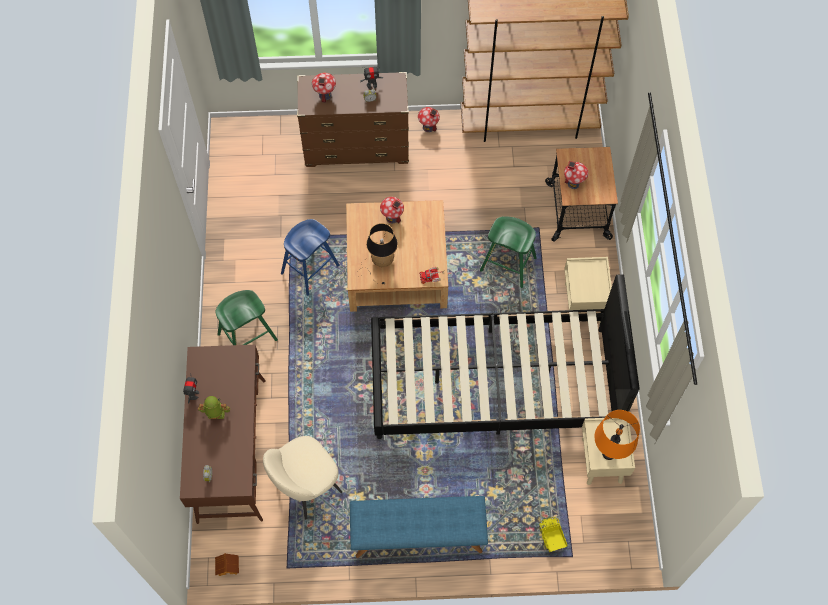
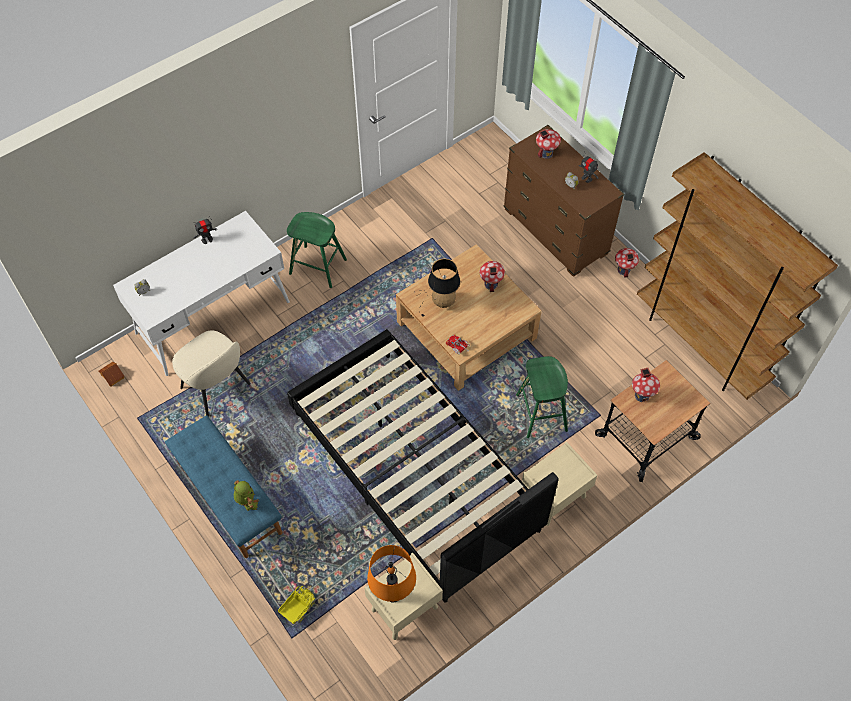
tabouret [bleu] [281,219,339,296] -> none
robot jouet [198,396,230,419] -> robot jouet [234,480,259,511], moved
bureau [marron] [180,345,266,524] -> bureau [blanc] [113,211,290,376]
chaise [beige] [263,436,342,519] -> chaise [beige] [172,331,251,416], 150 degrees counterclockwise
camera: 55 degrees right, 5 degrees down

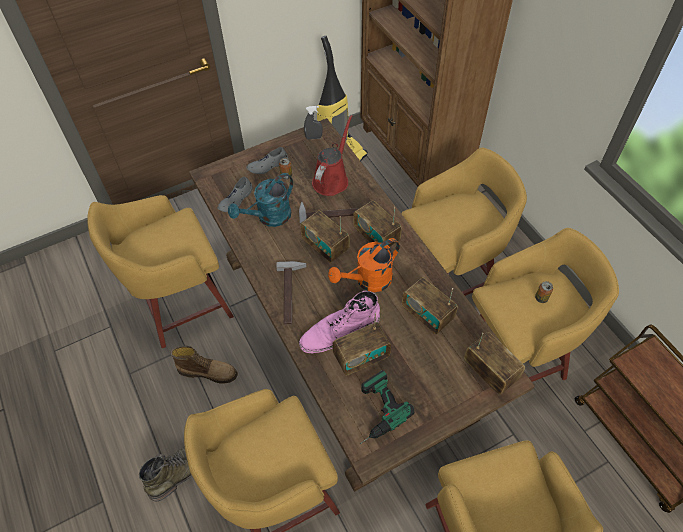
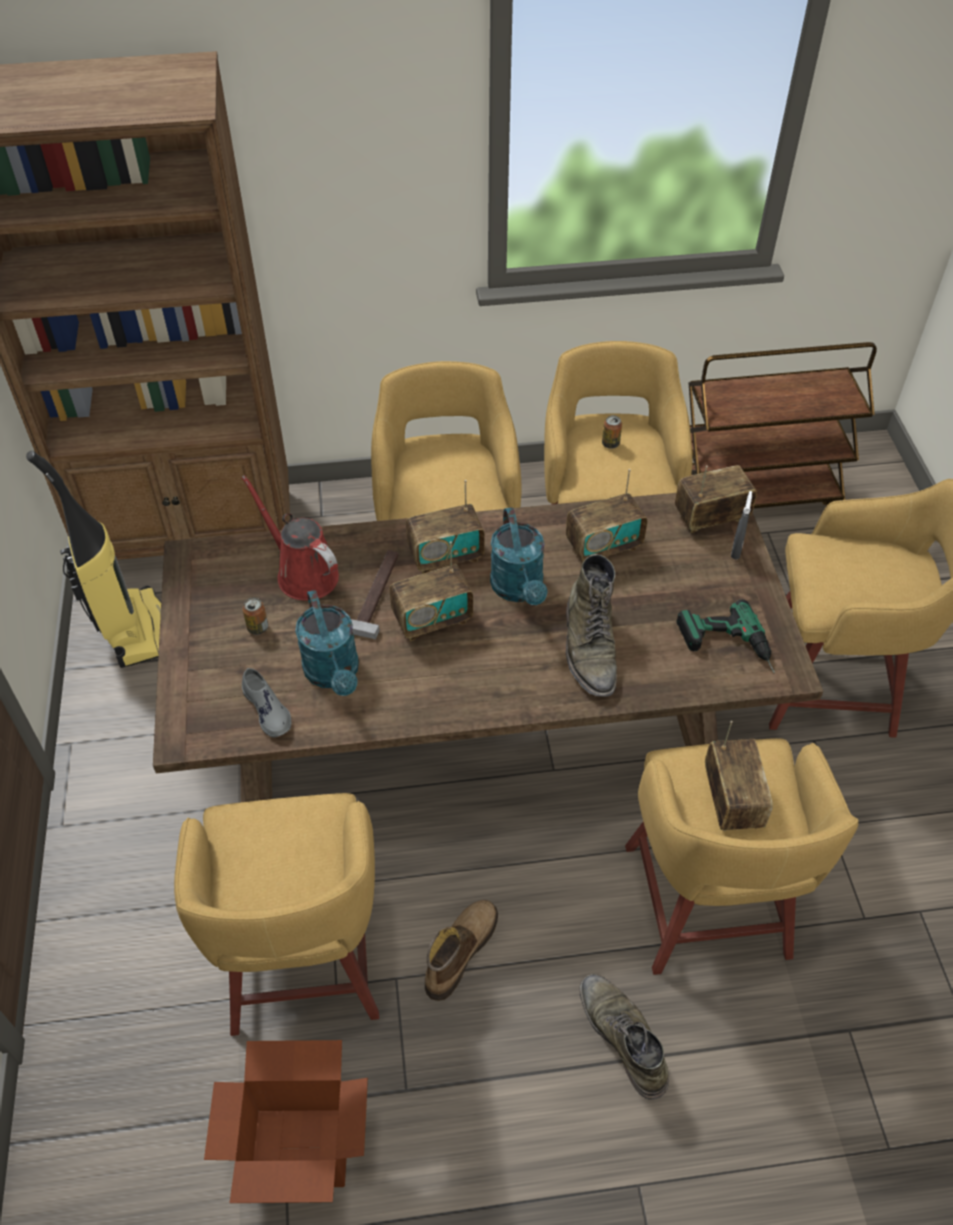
chaussure [gris] [247,147,288,174] -> none
marteau [276,261,307,324] -> none
none -> carton [204,1040,368,1203]
vaporisateur [gris] [304,106,322,140] -> vaporisateur [gris] [731,491,752,559], moved
radio [333,313,391,376] -> radio [705,721,773,831], moved
botte [rose] [299,291,380,353] -> botte [vert] [566,554,617,697]
arrosoir [orange] [328,238,400,292] -> arrosoir [turquoise] [490,507,548,605]
camera: 70 degrees left, 5 degrees down

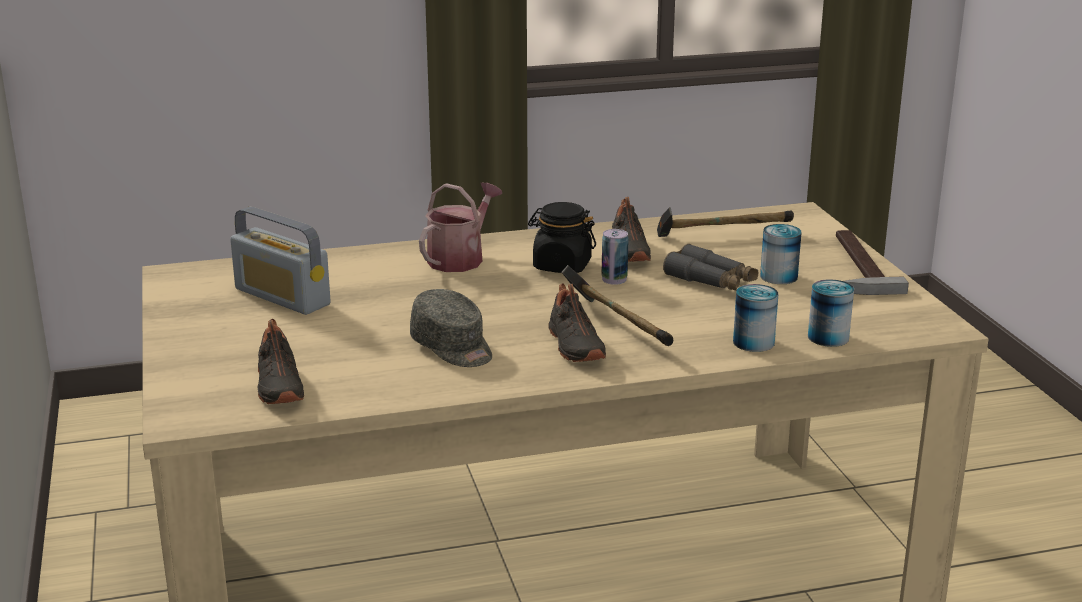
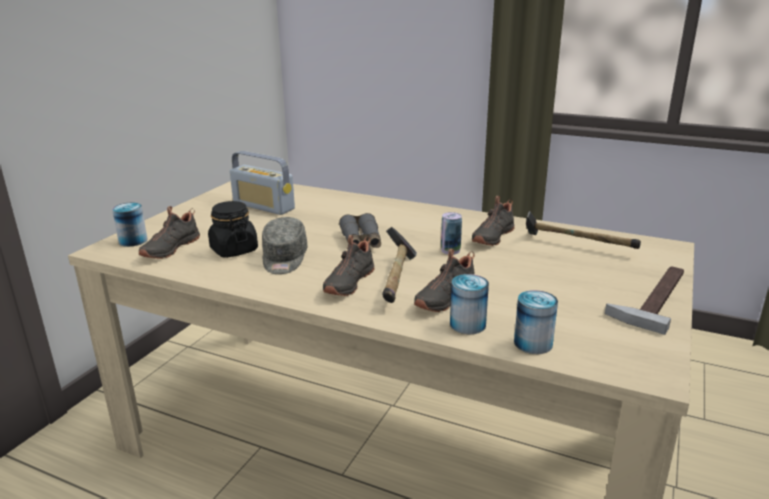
arrosoir [419,183,502,272] -> none
none -> chaussure [noir] [414,249,475,312]
bocal [noir] [528,202,596,273] -> bocal [noir] [208,201,258,258], moved
jumelles [gris] [663,244,758,291] -> jumelles [gris] [339,213,381,248], moved
boîte métallique [760,224,802,284] -> boîte métallique [112,203,148,247], moved
radio [230,207,331,315] -> radio [230,151,295,215], 45 degrees counterclockwise
camera: 40 degrees right, 0 degrees up

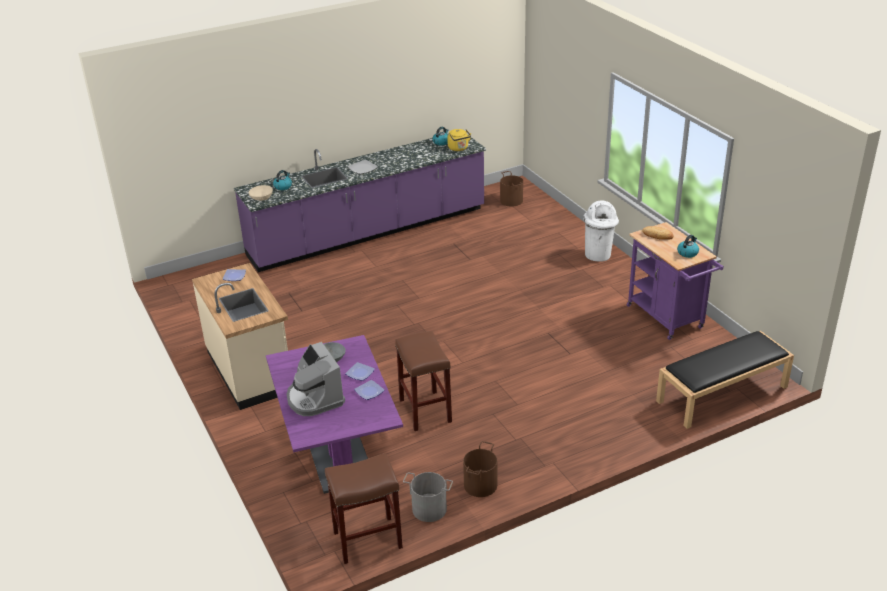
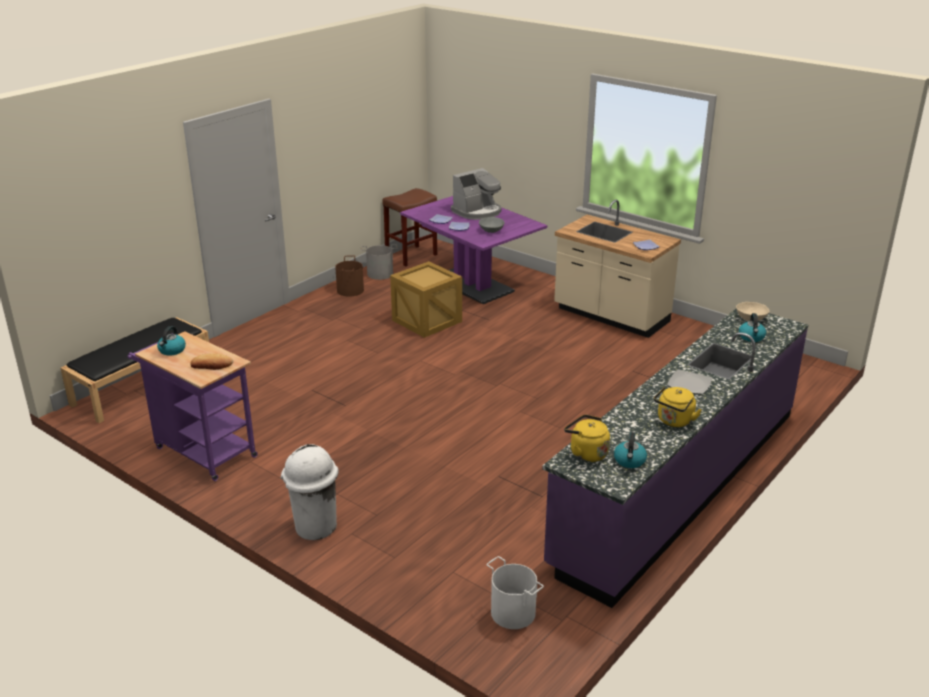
none -> bouilloire [jaune] [654,387,702,427]
tabouret [marron] [395,331,452,431] -> caisse [390,261,462,338]
seau [marron] [500,171,523,207] -> seau [blanc] [486,556,544,629]
machine à café [287,342,345,416] -> machine à café [451,168,502,220], 105 degrees clockwise
camera: 155 degrees right, 5 degrees down

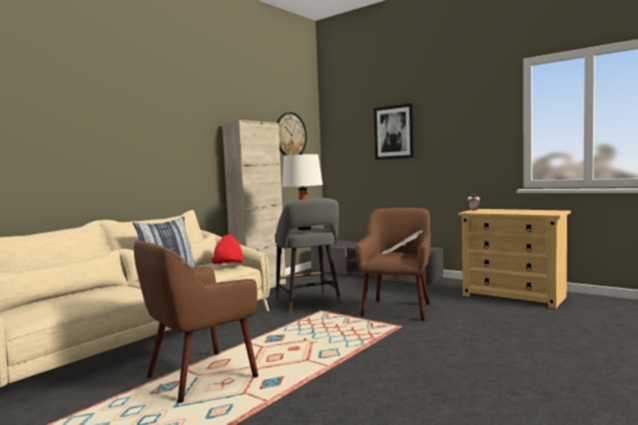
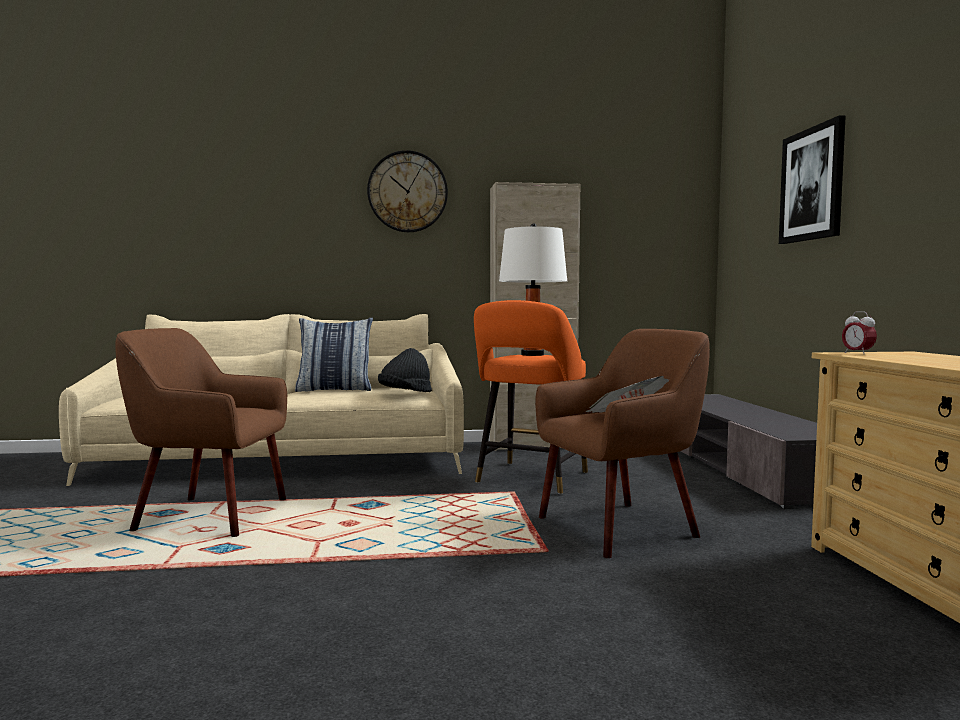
horloge murale [277,112,307,156] -> horloge murale [367,150,448,232], moved
chapeau [rouge] [212,235,243,264] -> chapeau [noir] [378,348,432,392]
tabouret [gris] [275,198,342,313] -> tabouret [orange] [474,300,588,494]
camera: 45 degrees right, 0 degrees up

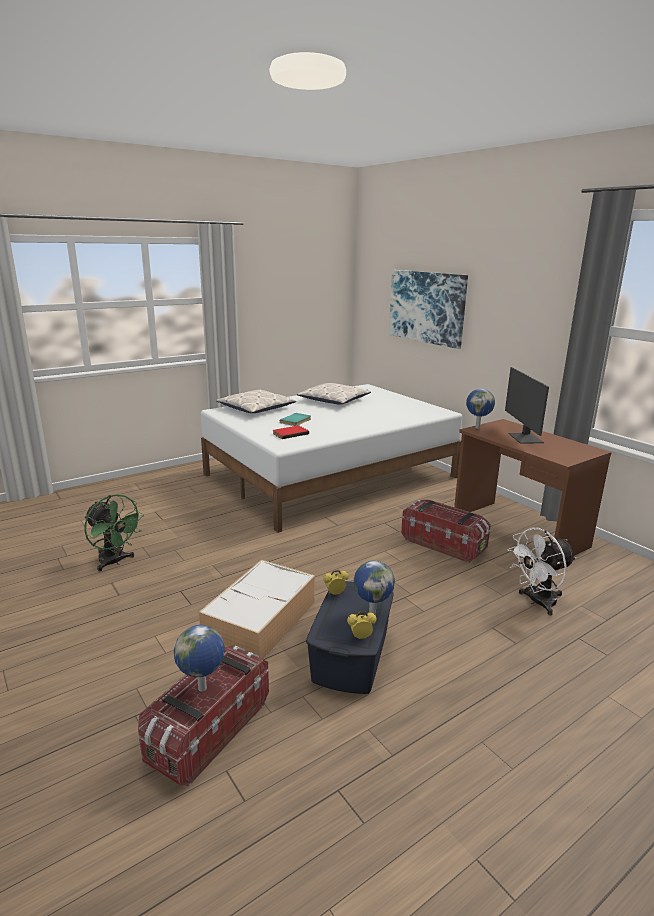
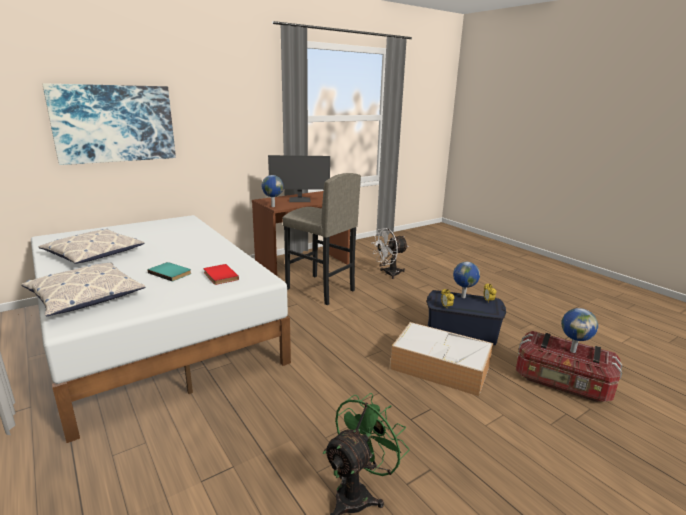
boîte de rangement [401,500,491,563] -> tabouret [gris] [282,173,361,305]
ventilateur [blanc] [507,528,576,615] -> ventilateur [blanc] [373,228,408,279], 90 degrees clockwise
camera: 90 degrees left, 0 degrees up

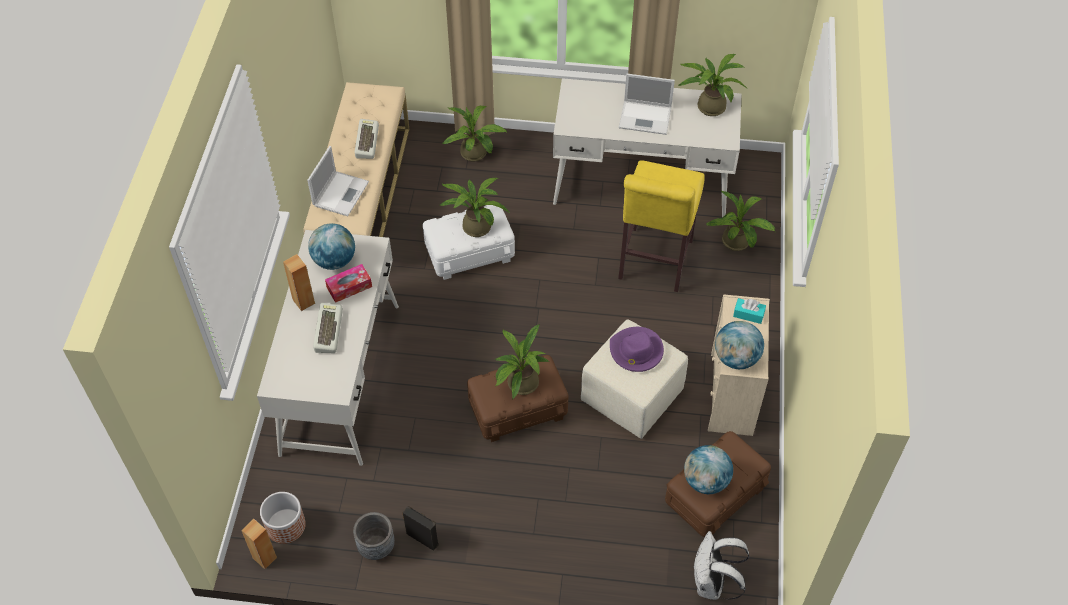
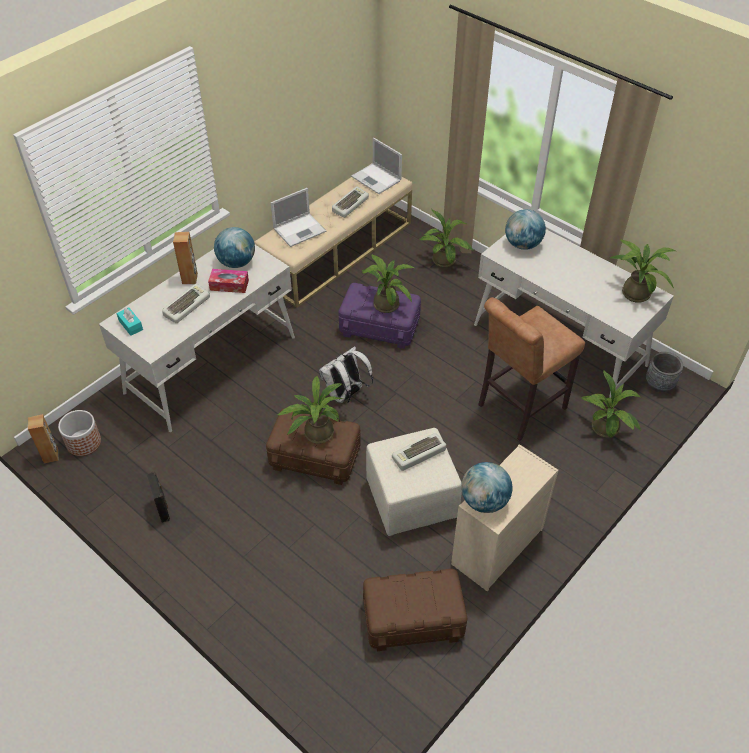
cache-pot [gris] [353,512,395,560] -> cache-pot [gris] [646,352,683,393], moved
ordinateur portable [619,74,675,135] -> ordinateur portable [351,138,402,194], moved
globe [684,445,733,494] -> globe [505,209,546,250], moved
sac à dos [blanc] [694,531,750,600] -> sac à dos [blanc] [319,346,373,404], moved
boîte à mouchoirs [turquoise] [733,298,766,324] -> boîte à mouchoirs [turquoise] [117,307,143,336], moved
chapeau [violet] [610,327,664,372] -> clavier [392,433,446,471]
boîte de rangement [blanc] [423,205,515,280] -> boîte de rangement [violet] [338,283,421,349]
tabouret [jaune] [618,160,705,292] -> tabouret [marron] [478,297,585,441]
camera: 35 degrees right, 5 degrees down

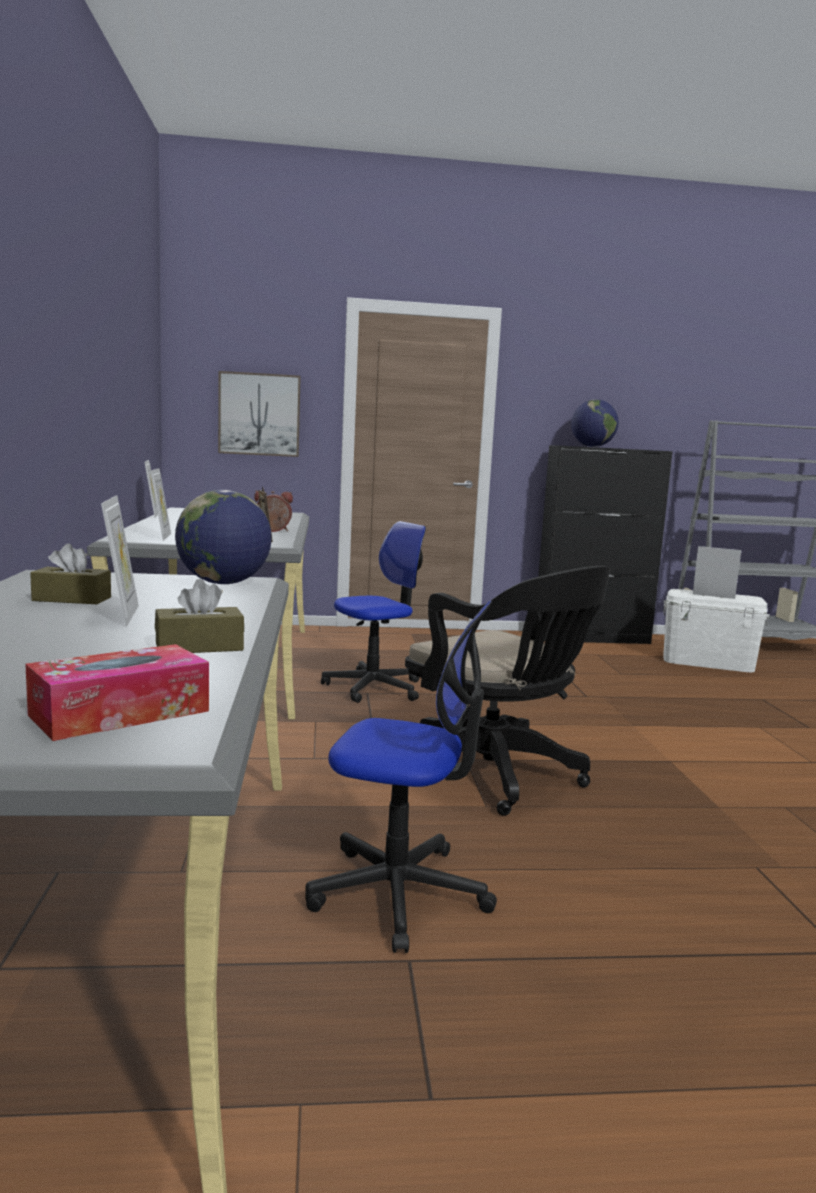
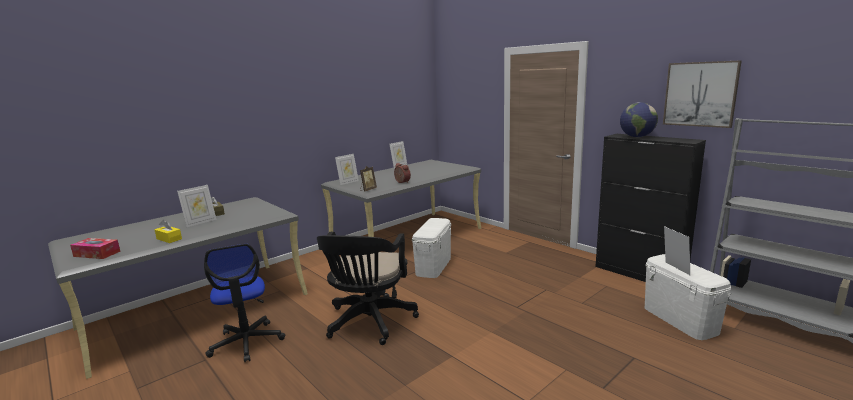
globe [175,490,271,584] -> none
tableau [218,371,301,457] -> tableau [663,60,742,128], moved
chaise de bureau [321,521,426,703] -> boîte de rangement [blanc] [412,218,451,278]
boîte à mouchoirs [marron] [155,579,244,653] -> boîte à mouchoirs [jaune] [155,220,182,243]
camera: 55 degrees right, 5 degrees up

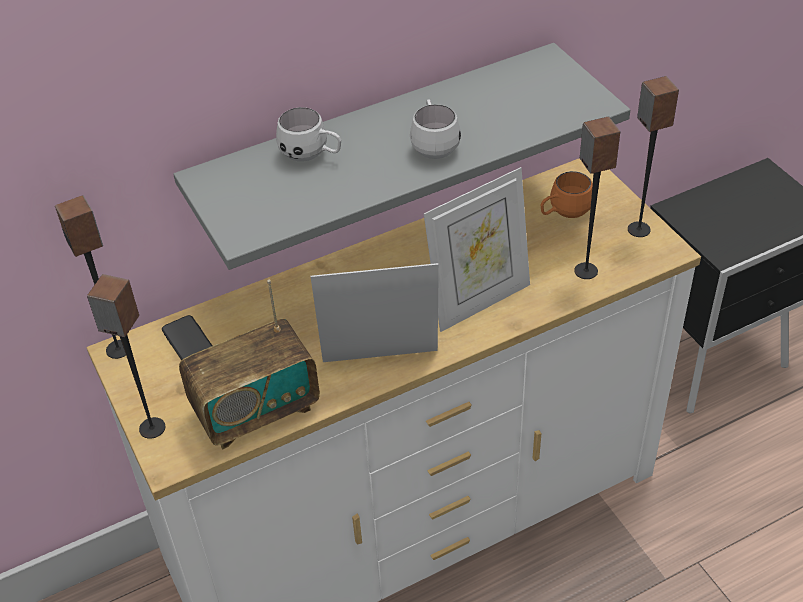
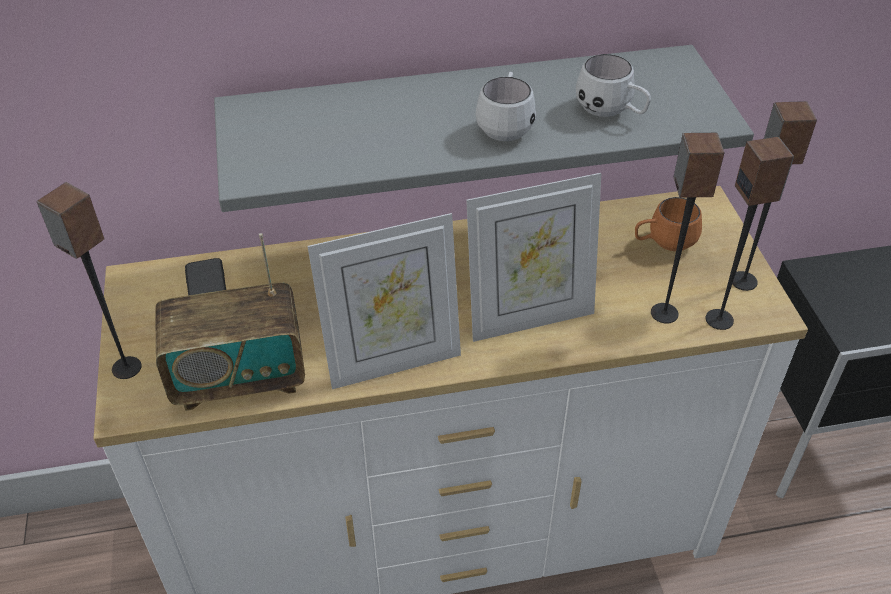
enceinte [55,195,126,359] -> enceinte [706,137,794,330], moved
mug [blanc] [276,107,341,162] -> mug [blanc] [576,54,651,117], moved
cadre photo [311,263,439,362] -> cadre photo [308,213,461,389], 150 degrees clockwise
camera: 15 degrees right, 0 degrees up

